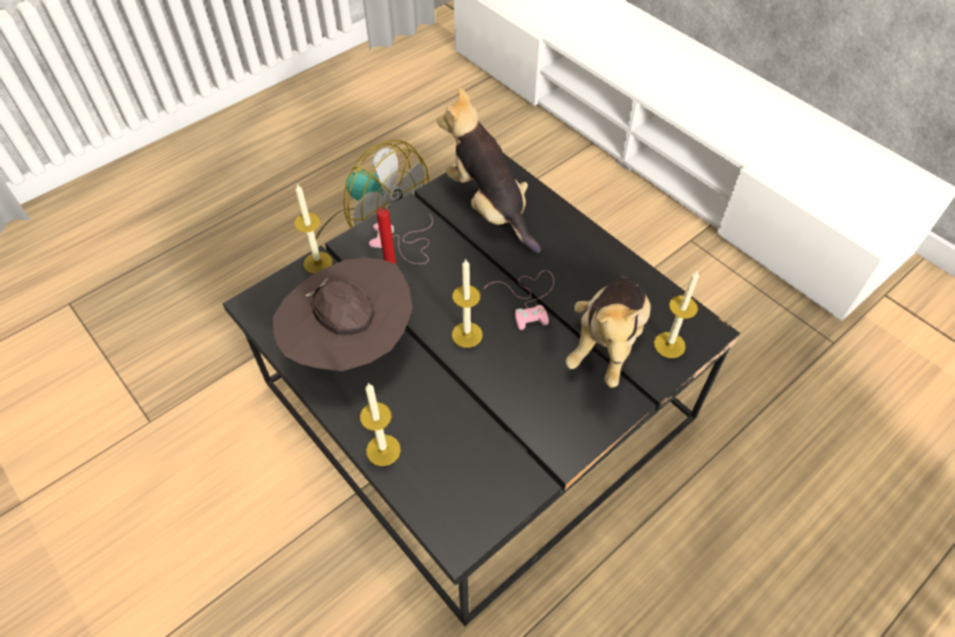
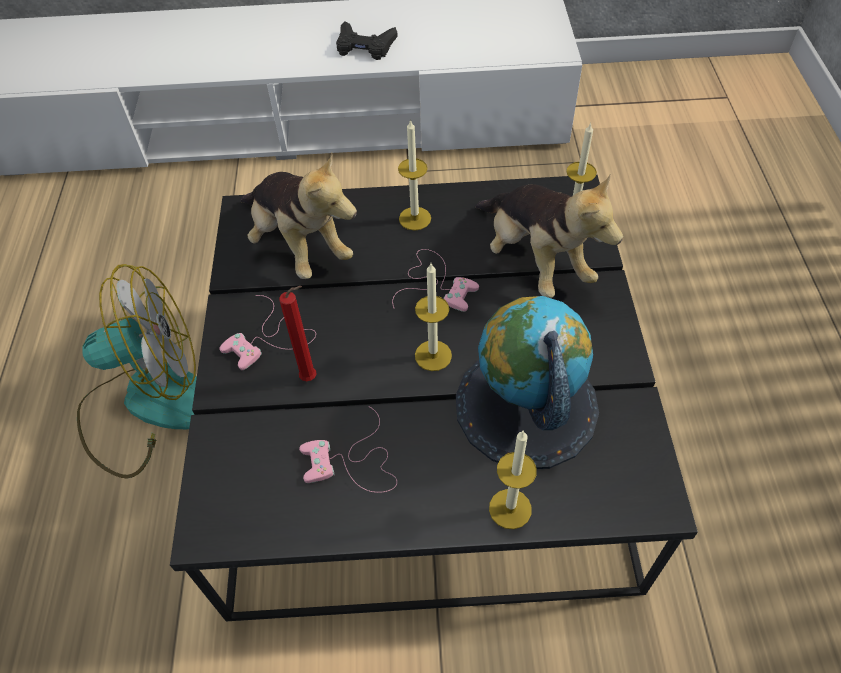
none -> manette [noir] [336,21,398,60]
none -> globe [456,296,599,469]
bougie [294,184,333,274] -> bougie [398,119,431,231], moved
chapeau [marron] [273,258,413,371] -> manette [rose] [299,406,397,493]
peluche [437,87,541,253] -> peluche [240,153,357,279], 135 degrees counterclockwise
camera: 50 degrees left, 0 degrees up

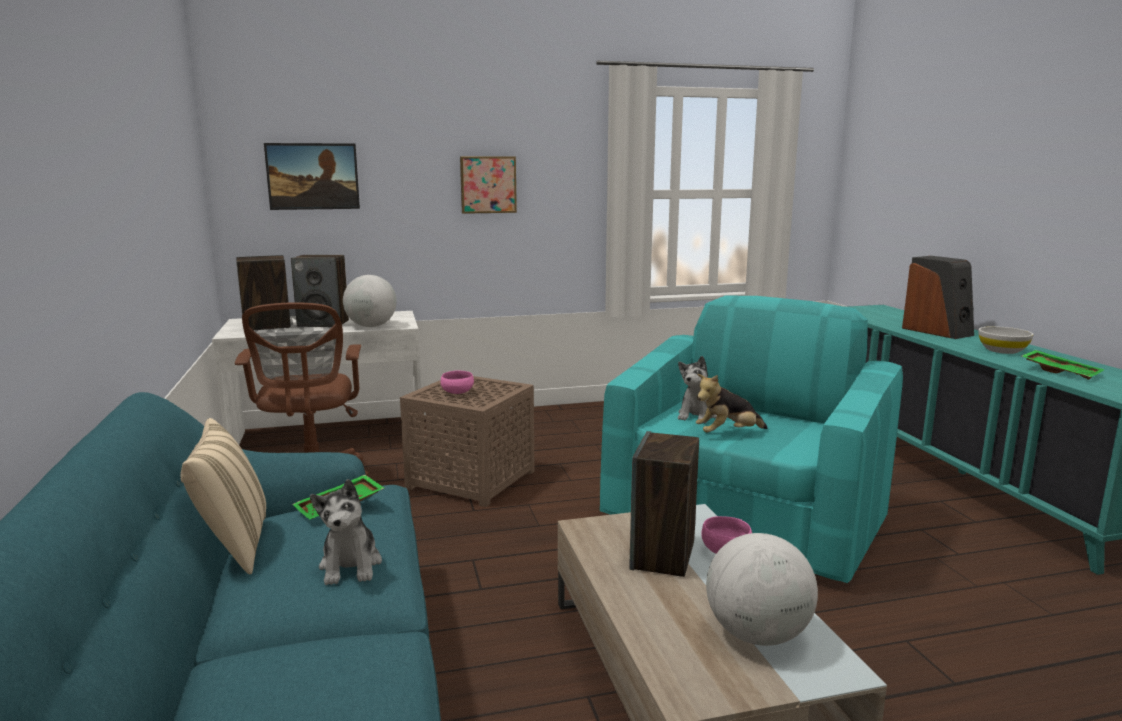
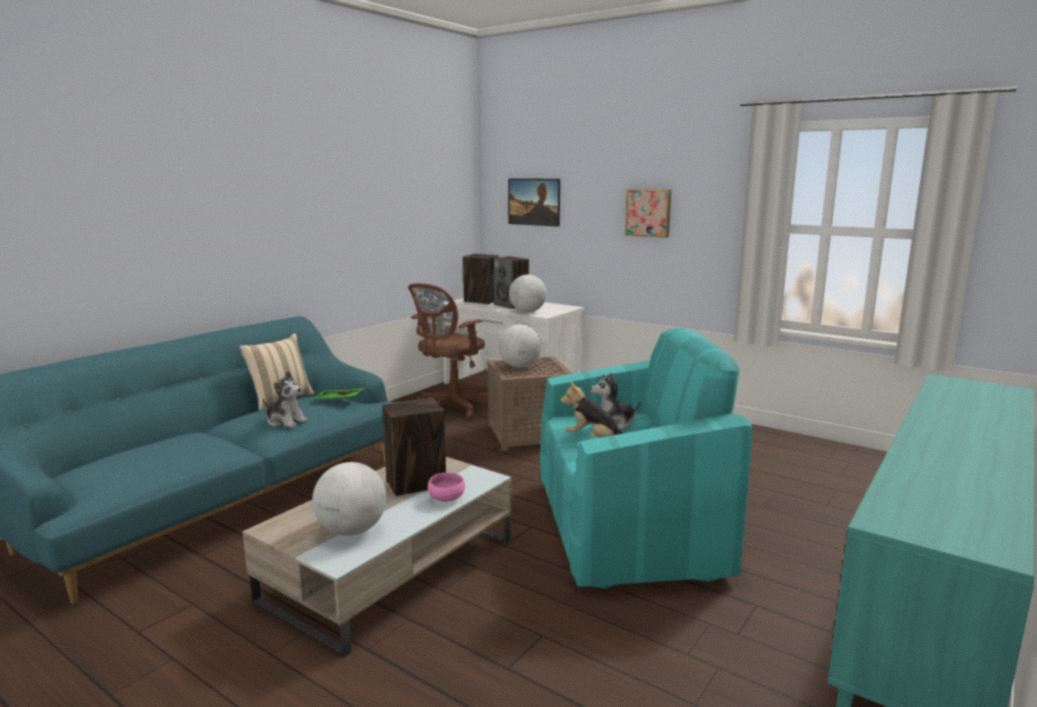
enceinte [902,256,974,339] -> none
bol [blanc] [978,326,1034,354] -> none
plateau [vert] [1022,350,1104,380] -> none
bol [rose] [440,371,474,394] -> globe [498,324,542,368]
peluche [310,479,382,585] -> peluche [263,371,308,428], 105 degrees counterclockwise
camera: 50 degrees right, 0 degrees up

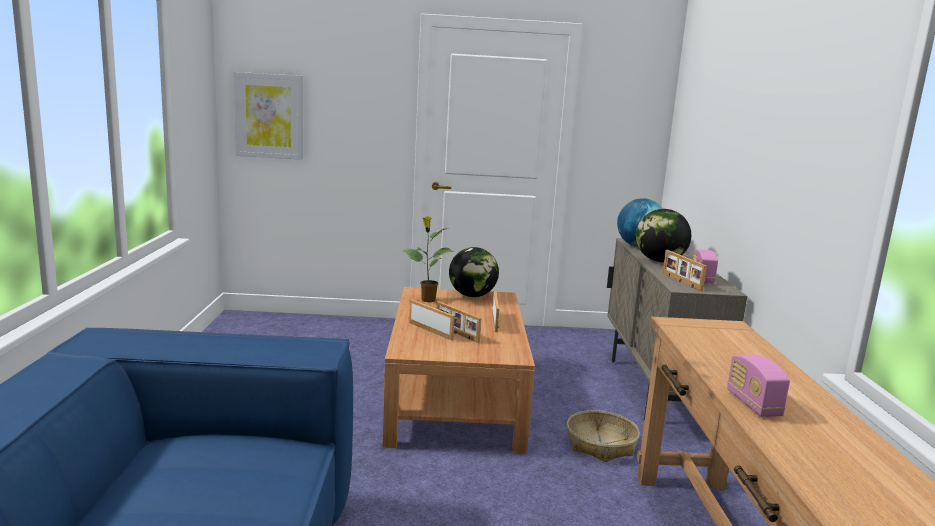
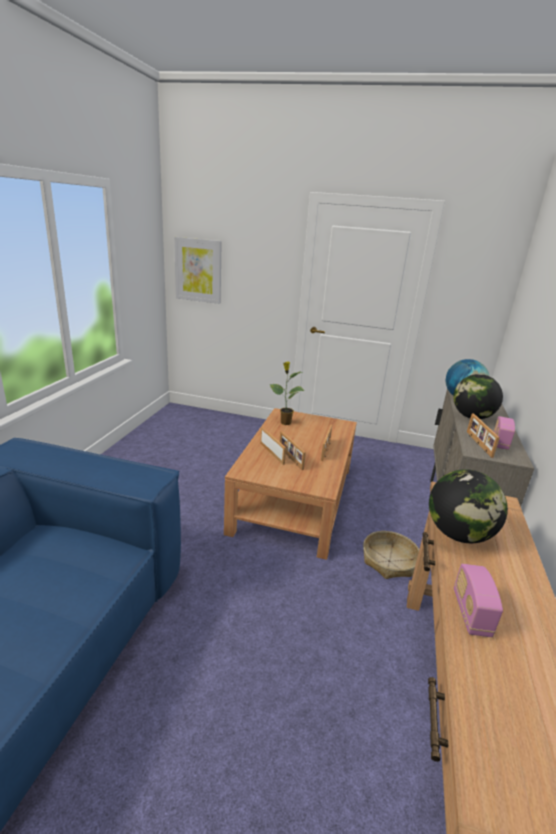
globe [449,247,499,297] -> globe [429,469,508,543], moved
camera: 15 degrees right, 10 degrees up

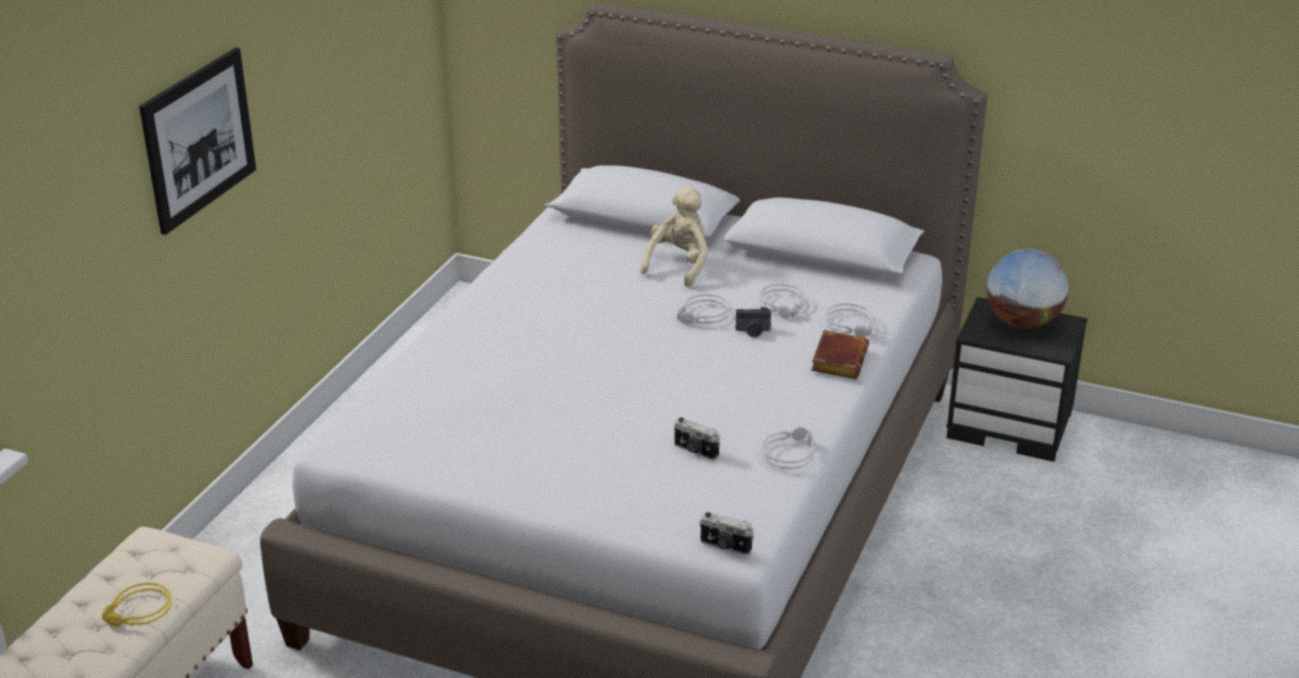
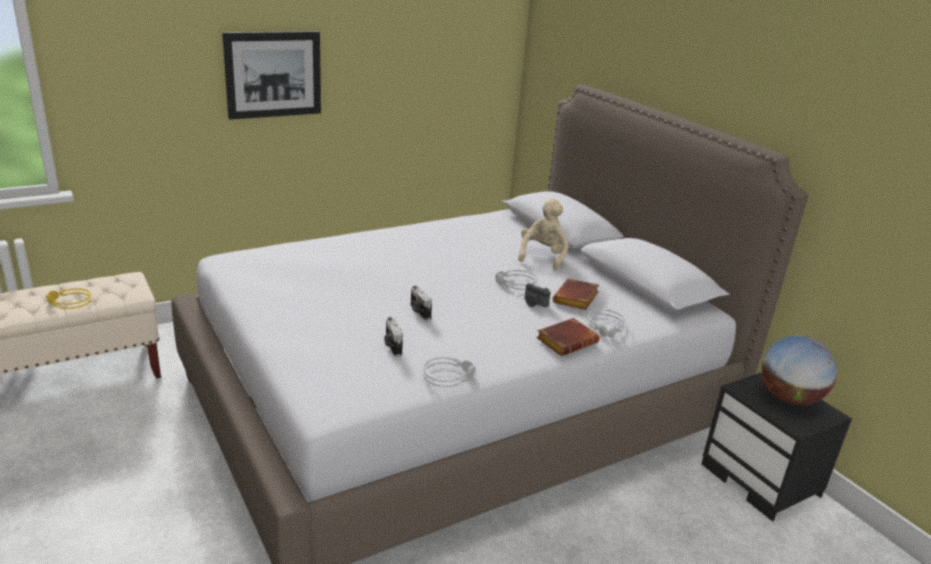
appareil photo [700,512,754,555] -> appareil photo [411,286,432,321], moved
casque audio [gris] [759,283,809,318] -> livre [marron] [552,279,599,310]
peluche [beige] [640,186,708,287] -> peluche [beige] [518,198,569,270], 45 degrees counterclockwise
camera: 35 degrees right, 5 degrees down

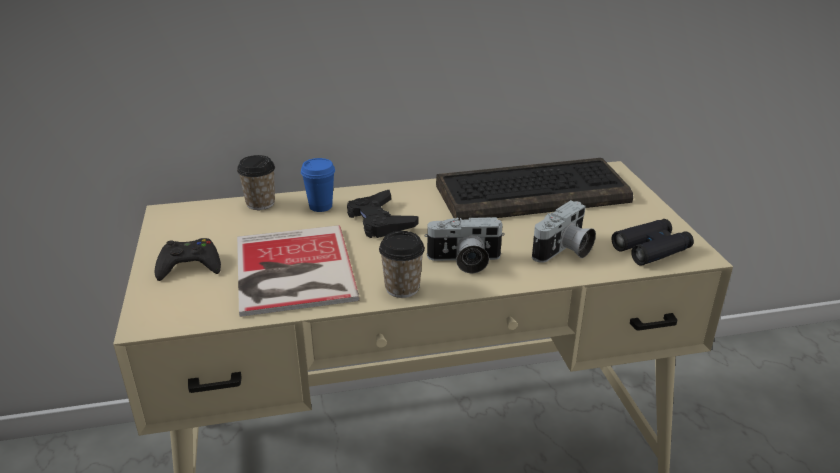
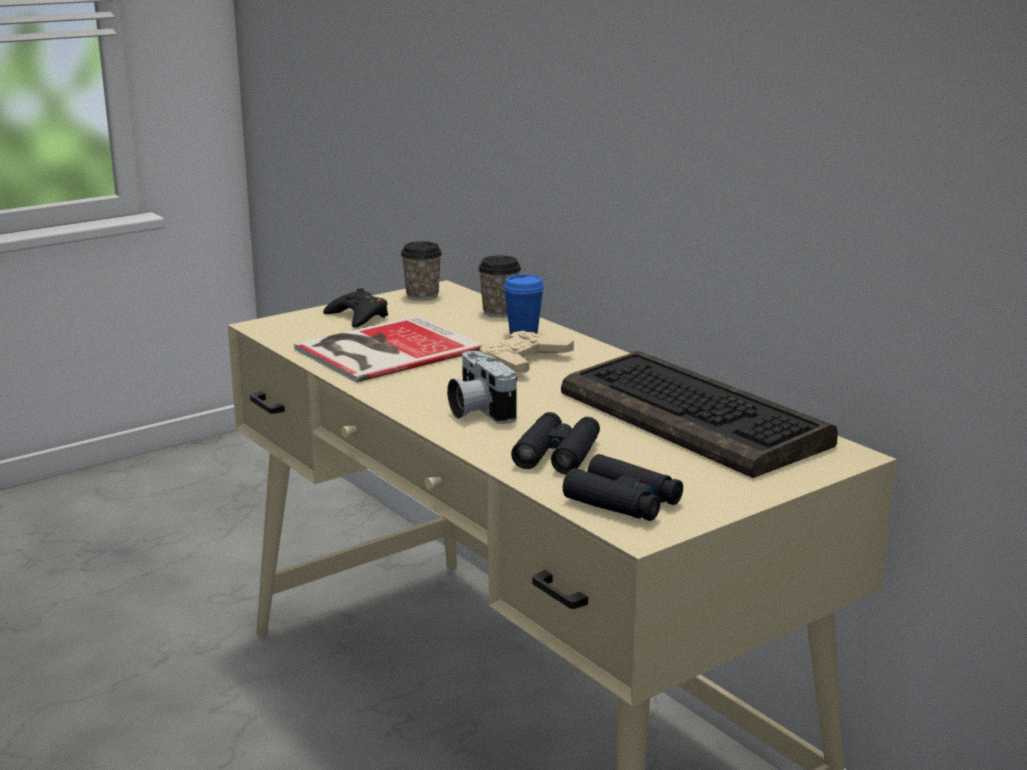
tasse [379,231,425,298] -> tasse [401,241,442,301], moved
appareil photo [532,200,596,263] -> jumelles [noir] [511,412,600,474]
manette [noir] [347,190,419,238] -> manette [beige] [479,331,574,373]
camera: 65 degrees right, 10 degrees down

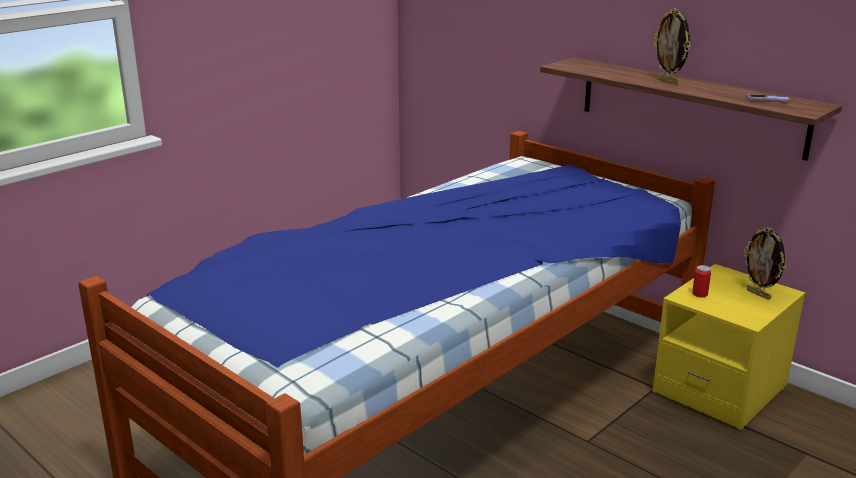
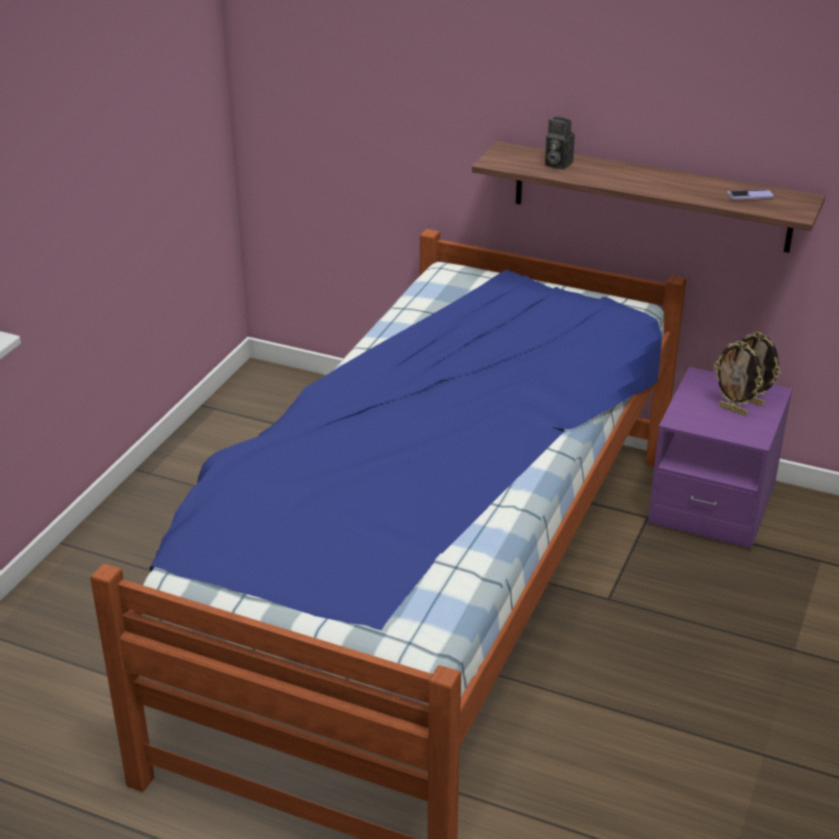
boîte métallique [692,265,711,297] -> none
none -> appareil photo [545,117,575,169]
cadre photo [653,8,690,84] -> cadre photo [713,341,763,416], moved
table de chevet [jaune] [653,264,805,430] -> table de chevet [violet] [648,367,792,549]
camera: 20 degrees left, 10 degrees up

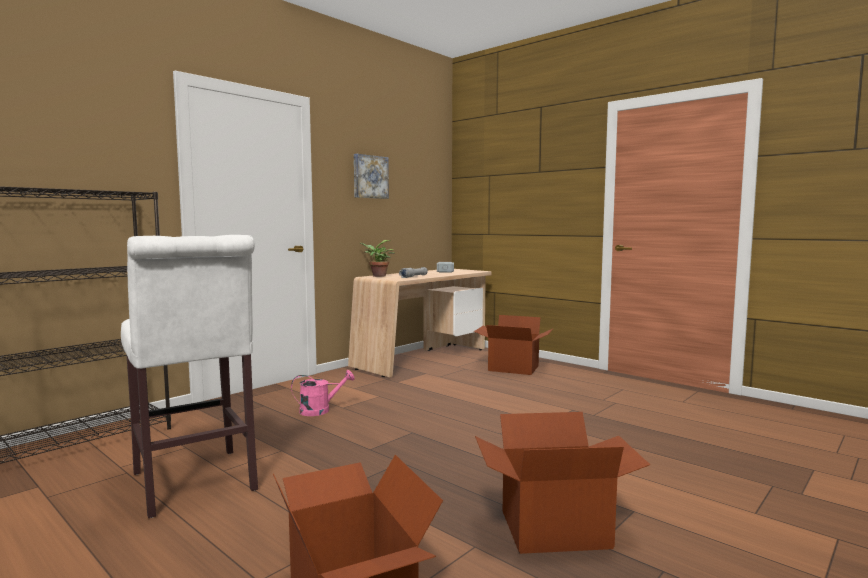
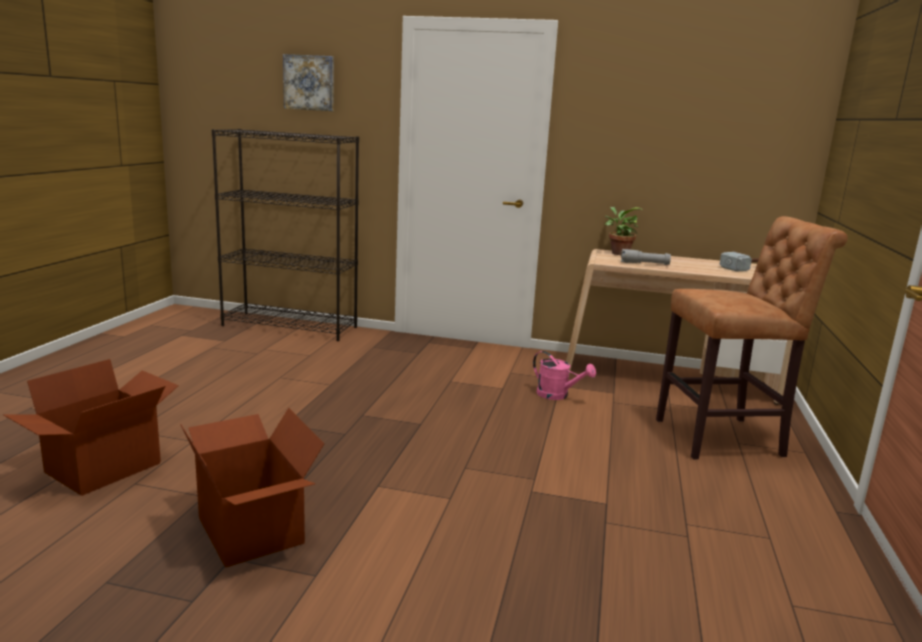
tabouret [blanc] [121,235,258,518] -> none
arrosoir [rose] [291,370,355,416] -> arrosoir [rose] [533,351,596,400], moved
tableau [354,154,389,199] -> tableau [283,54,334,111], moved
carton [474,315,554,375] -> tabouret [marron] [656,216,848,460]
camera: 60 degrees right, 10 degrees up

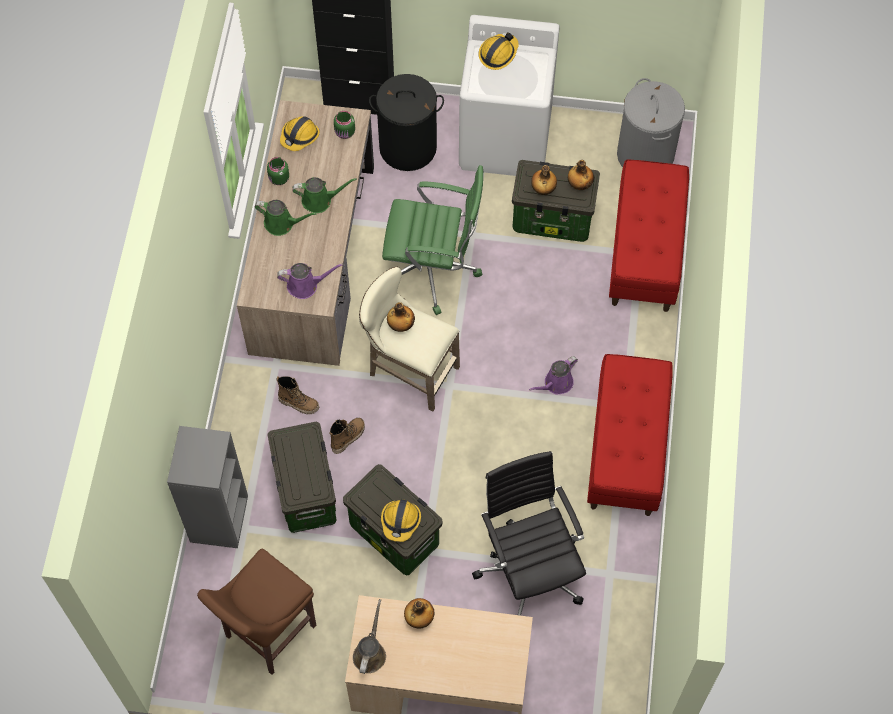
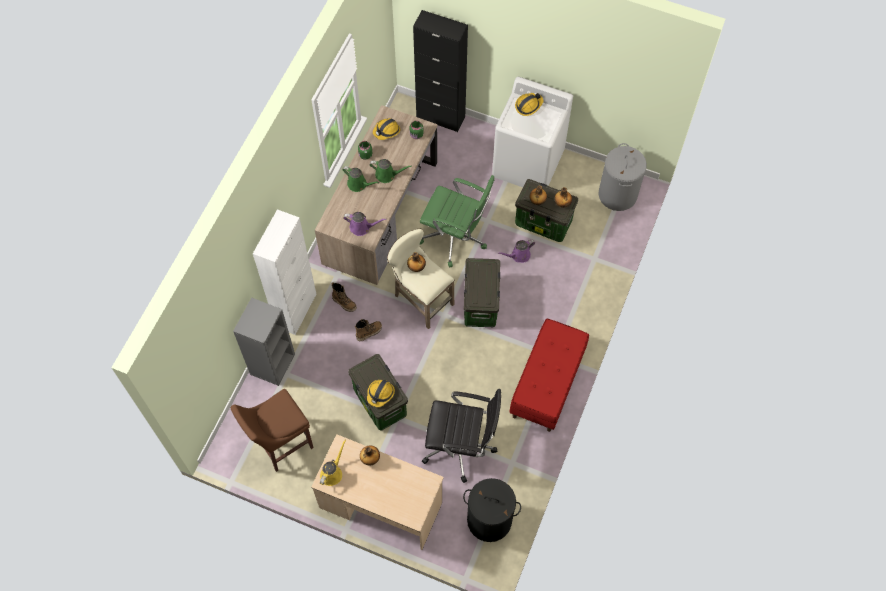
banc [rouge] [609,159,689,312] -> none
none -> meuble de rangement [blanc] [253,209,317,335]
boîte de rangement [267,422,336,533] -> boîte de rangement [464,258,500,327], moved
panier à linge [noir] [369,74,444,171] -> panier à linge [noir] [463,478,521,542], moved
arrosoir [violet] [529,356,578,394] -> arrosoir [violet] [498,240,535,263], moved
arrosoir [marron] [353,599,386,674] -> arrosoir [jaune] [320,440,346,486]
chaise de bureau [noir] [472,451,586,616] -> chaise de bureau [noir] [422,389,501,483], 105 degrees clockwise
camera: 15 degrees right, 0 degrees up

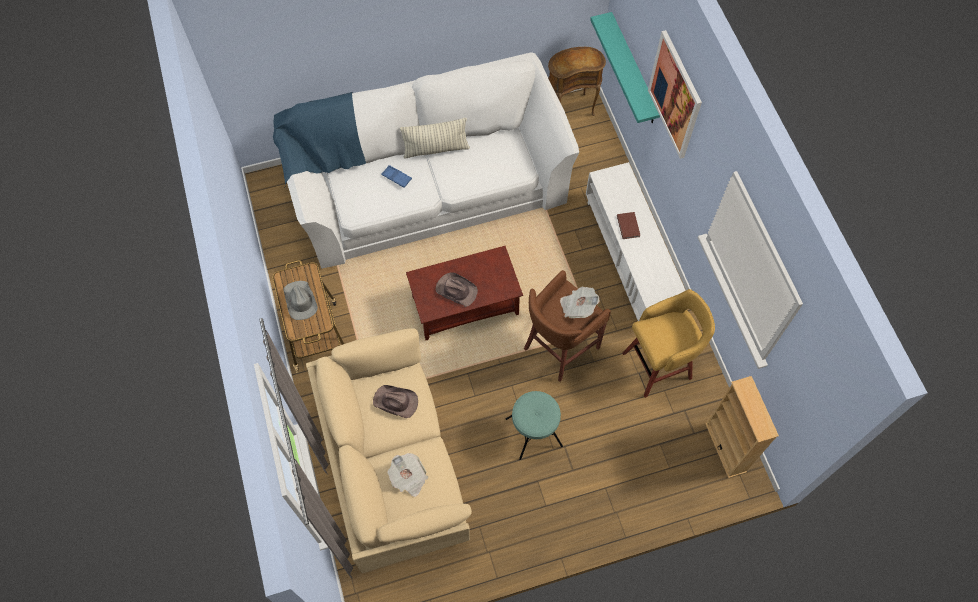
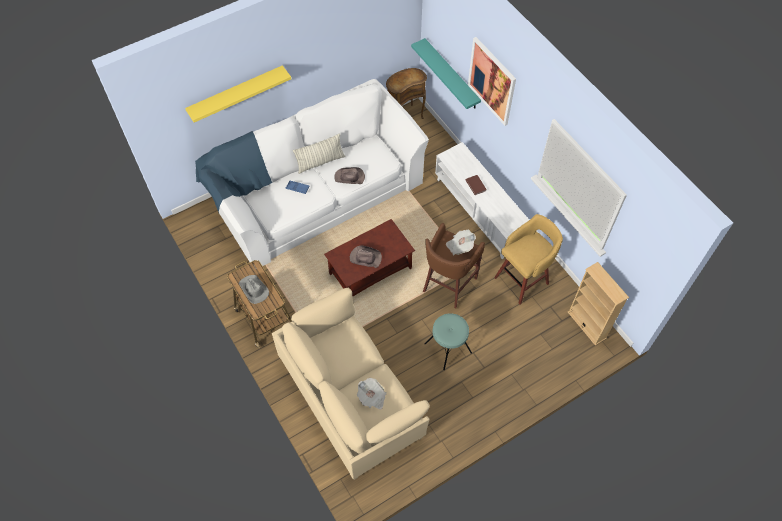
none -> étagère [jaune] [185,65,291,122]
chapeau [marron] [373,385,418,418] -> chapeau [marron] [334,167,365,184], moved
camera: 15 degrees left, 5 degrees down

